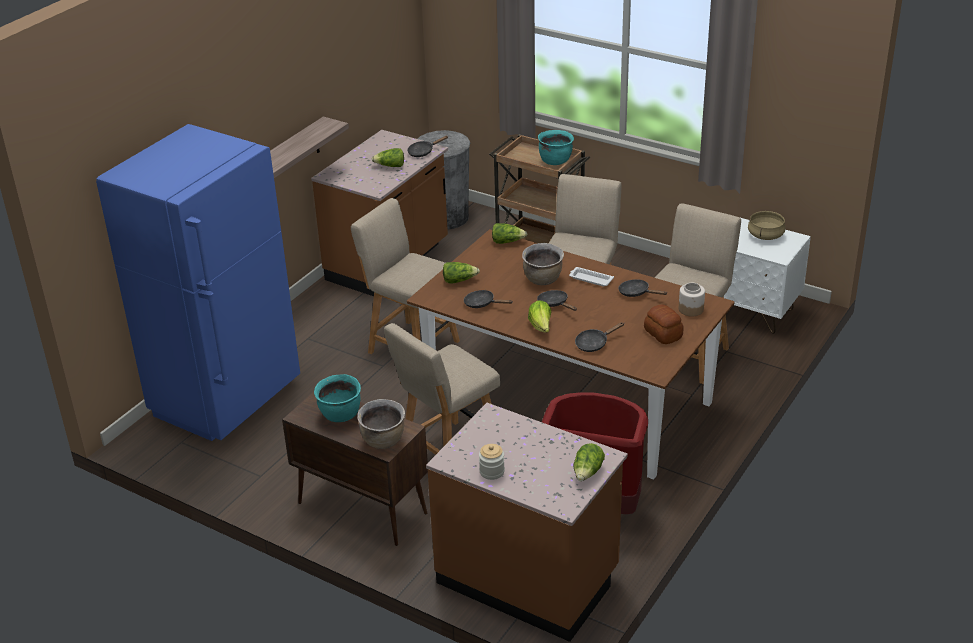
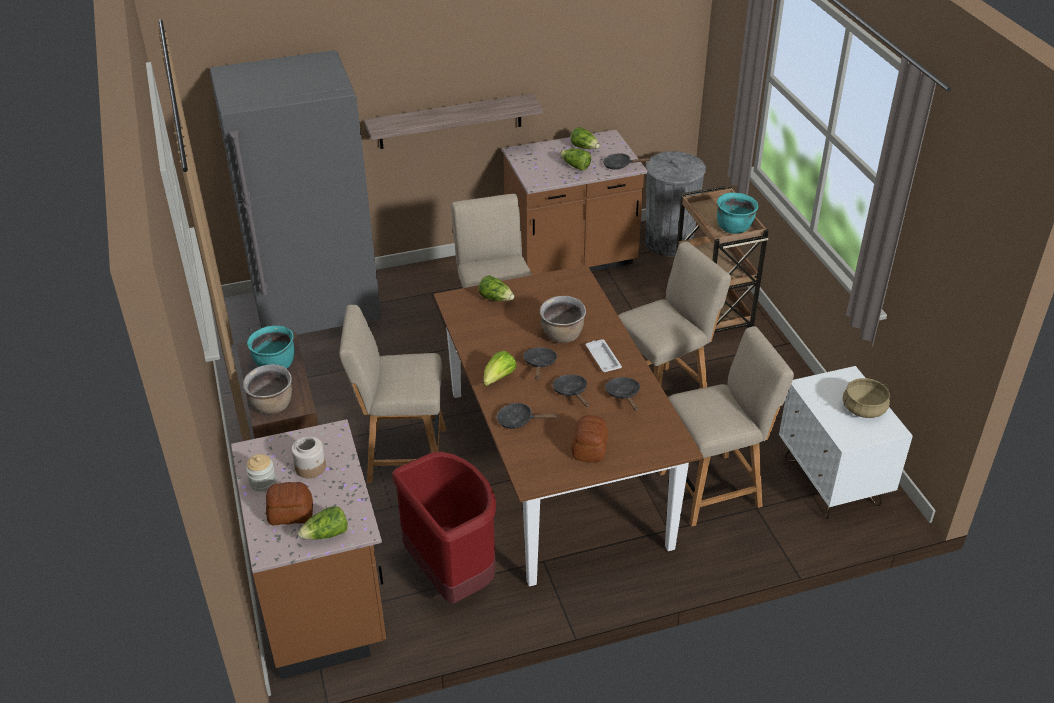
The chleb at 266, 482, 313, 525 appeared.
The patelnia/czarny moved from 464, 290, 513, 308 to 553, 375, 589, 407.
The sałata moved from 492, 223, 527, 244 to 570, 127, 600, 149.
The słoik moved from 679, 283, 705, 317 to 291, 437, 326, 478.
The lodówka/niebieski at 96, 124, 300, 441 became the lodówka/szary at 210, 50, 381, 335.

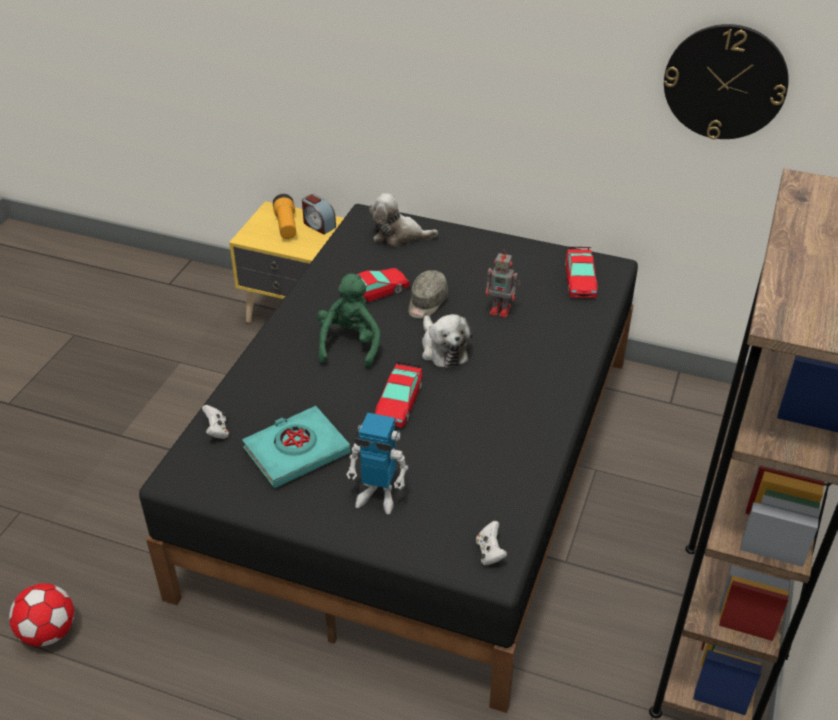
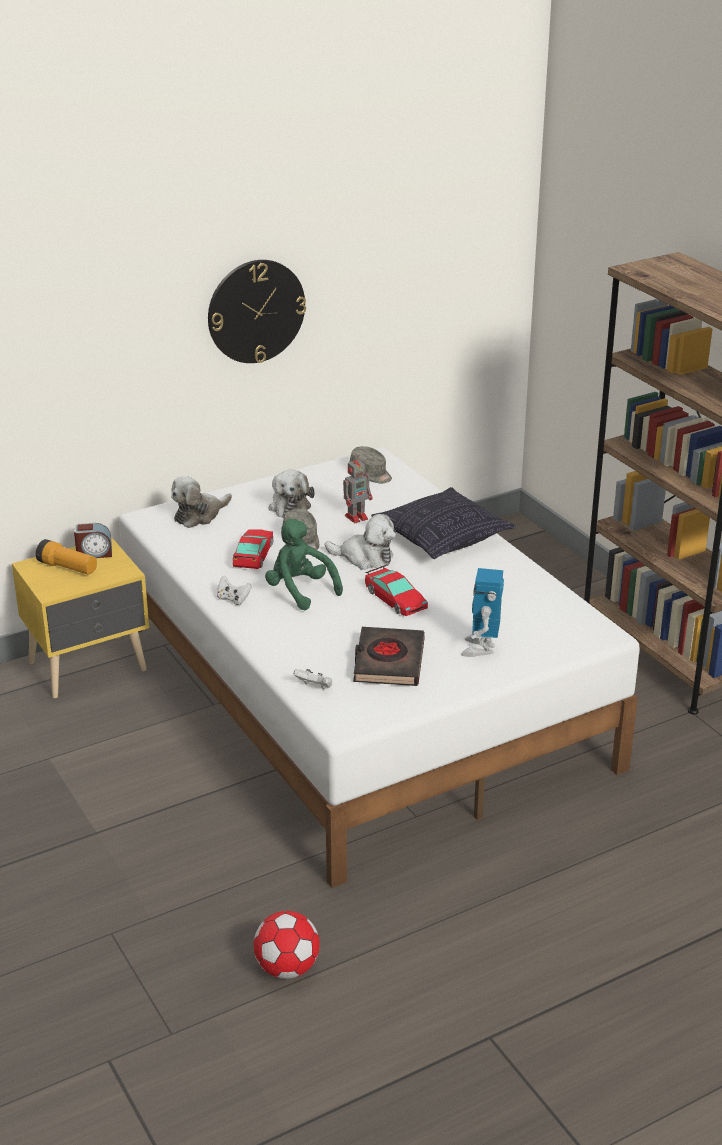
The pluszak at 268, 470, 315, 518 appeared.
The poduszka at 371, 487, 515, 559 appeared.
The pad do gier/biały moved from 476, 521, 507, 565 to 217, 575, 252, 605.
The zegar ścienny moved from 664, 24, 789, 139 to 208, 260, 306, 363.
The samochodzik at 565, 247, 598, 298 was replaced by the czapka z daszkiem/szary at 350, 446, 392, 483.
The łóżko/czarny at 139, 204, 638, 713 became the łóżko/biały at 119, 447, 640, 888.
The książka/turkusowy at 242, 406, 350, 488 became the książka/czarny at 353, 627, 425, 686.
The robot zabawkowy at 346, 413, 408, 514 turned 135 degrees clockwise.

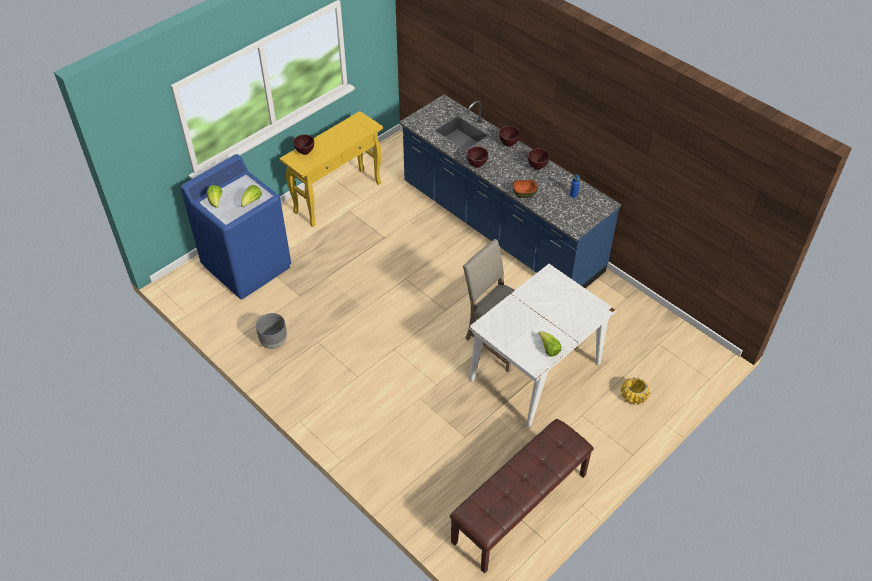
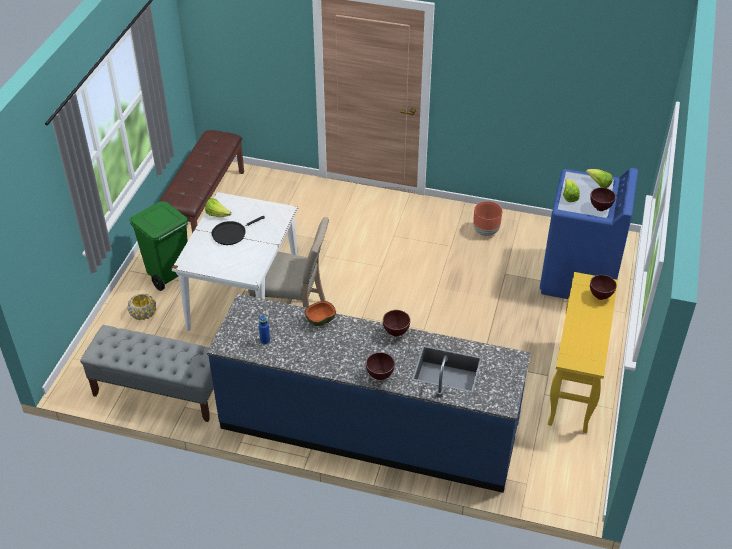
The ławka/szary at 80, 325, 214, 422 appeared.
The kosz na śmieci/zielony at 129, 201, 188, 291 appeared.
The patelnia/czarny at 212, 216, 265, 245 appeared.
The miska/brązowy moved from 528, 149, 550, 170 to 590, 187, 616, 211.
The donica/szary at 256, 313, 287, 349 became the donica/brązowy at 473, 201, 502, 236.

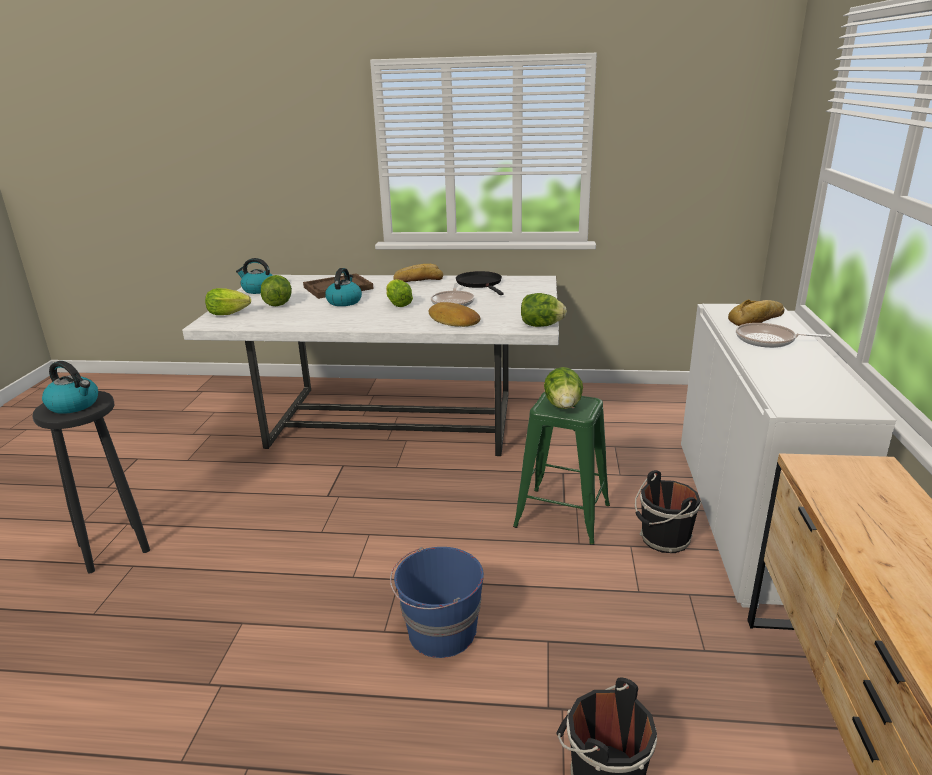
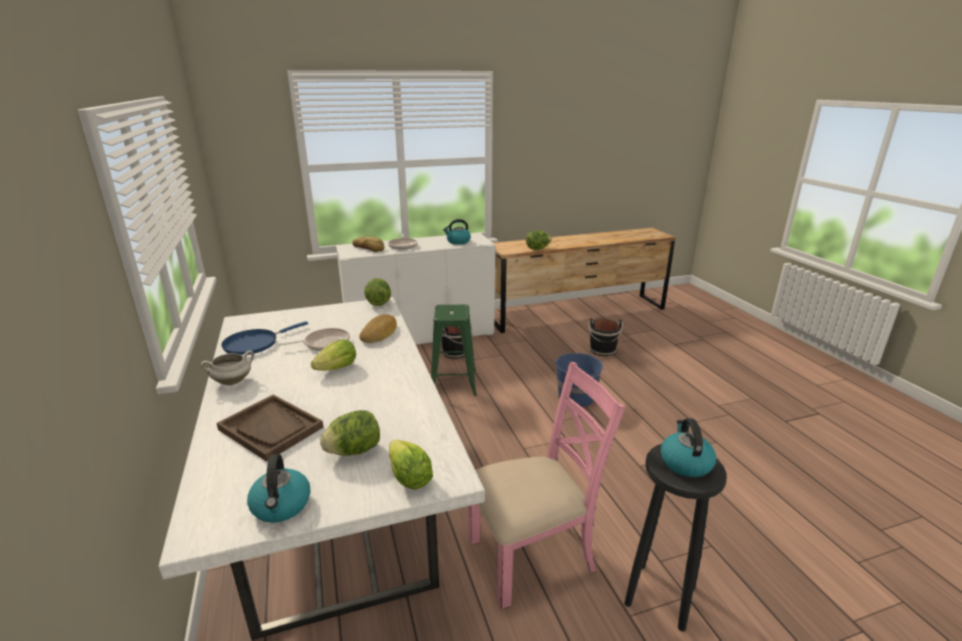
The krzesło/różowy at 468, 362, 625, 609 appeared.
The czajnik moved from 325, 268, 362, 306 to 443, 219, 471, 245.
The sałata moved from 544, 367, 583, 409 to 526, 230, 552, 250.
The chleb at 393, 264, 443, 282 was replaced by the garnek/biały at 201, 351, 254, 386.
The patelnia/czarny at 456, 271, 504, 295 became the patelnia/niebieski at 221, 321, 308, 355.

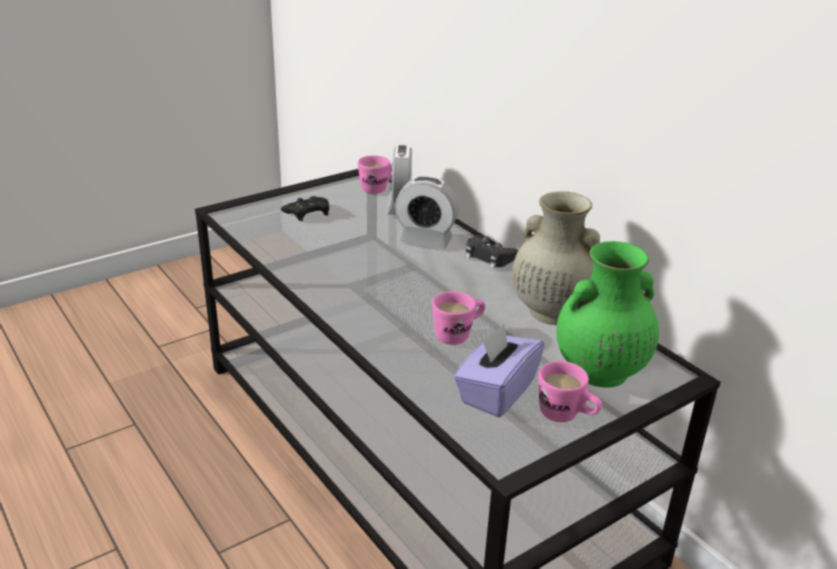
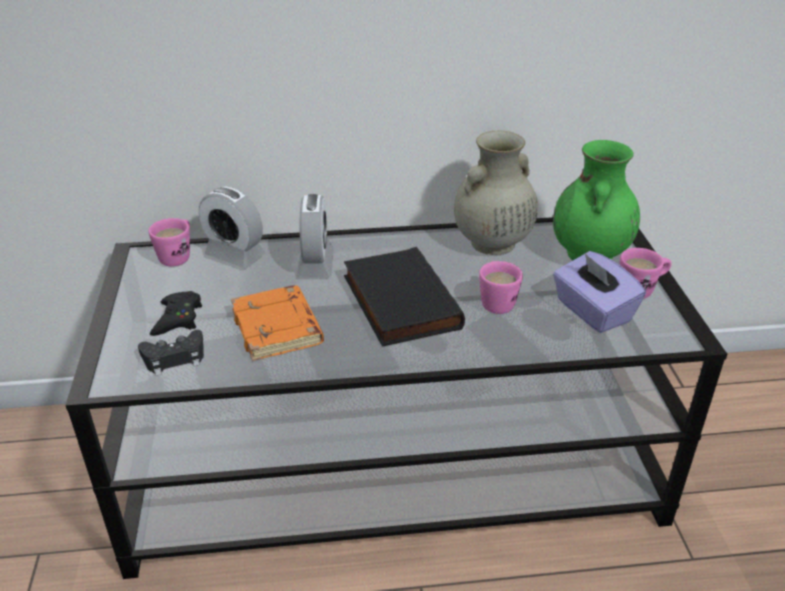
The książka/pomarańczowy at 231, 285, 324, 361 appeared.
The książka/czarny at 344, 247, 465, 347 appeared.
The pad do gier/czarny moved from 465, 235, 518, 269 to 138, 330, 204, 376.
The budzik at 395, 176, 459, 249 turned 45 degrees counterclockwise.

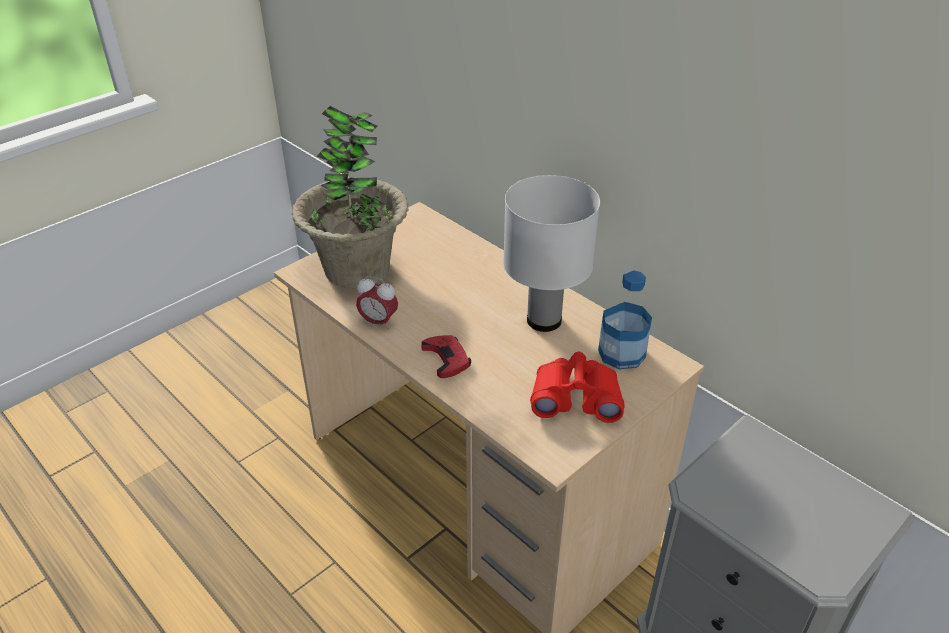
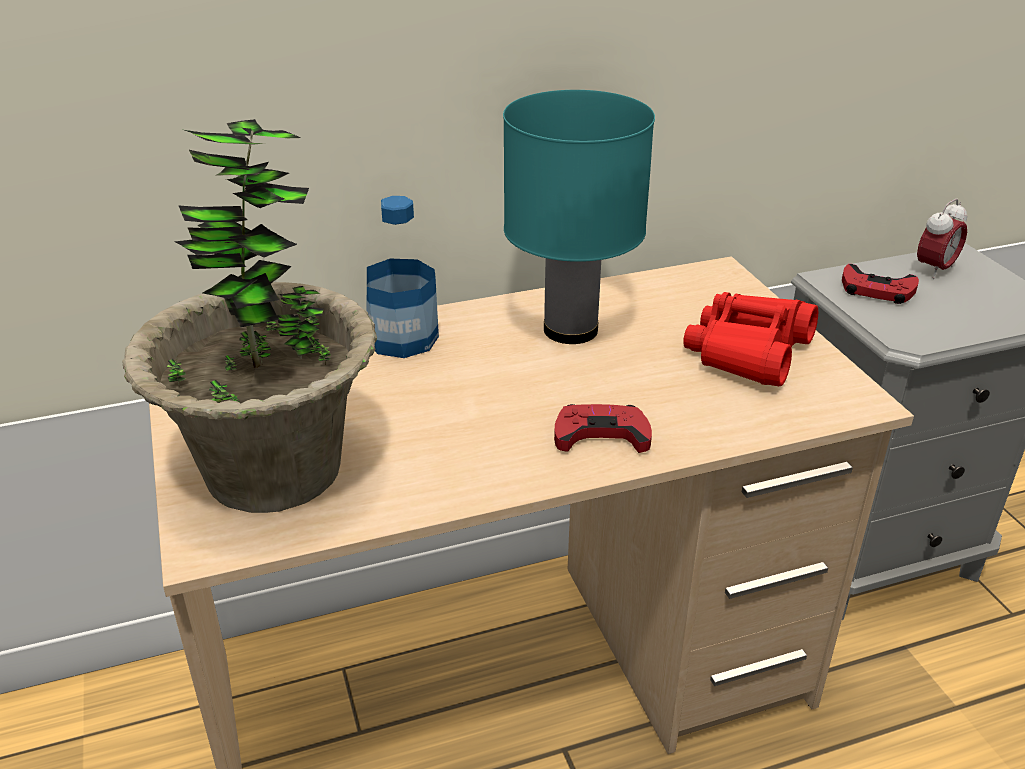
The pad do gier/czerwony at 842, 264, 919, 304 appeared.
The budzik moved from 356, 276, 398, 330 to 917, 199, 968, 279.
The butelka moved from 598, 270, 652, 370 to 367, 196, 439, 358.
The lampa stołowa/biały at 503, 175, 600, 332 became the lampa stołowa/turkusowy at 503, 90, 655, 344.

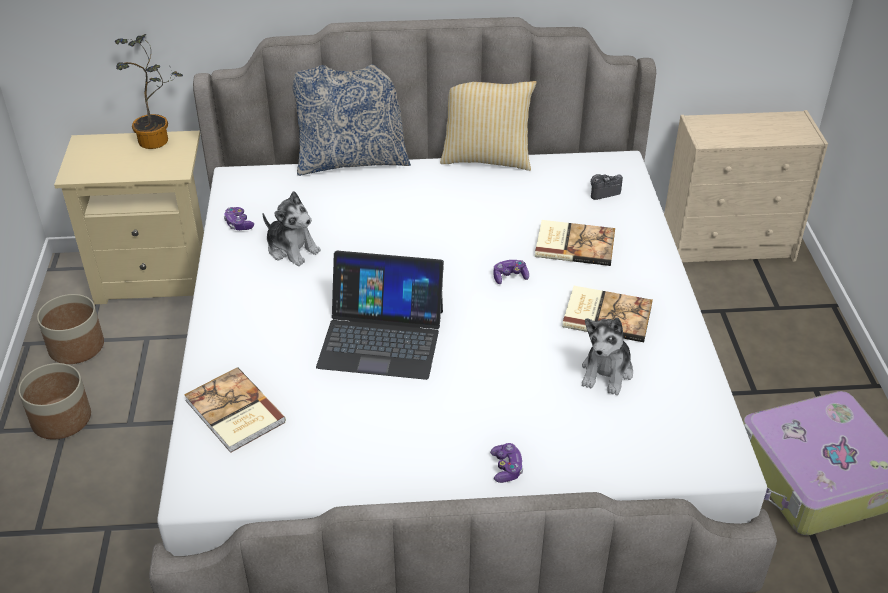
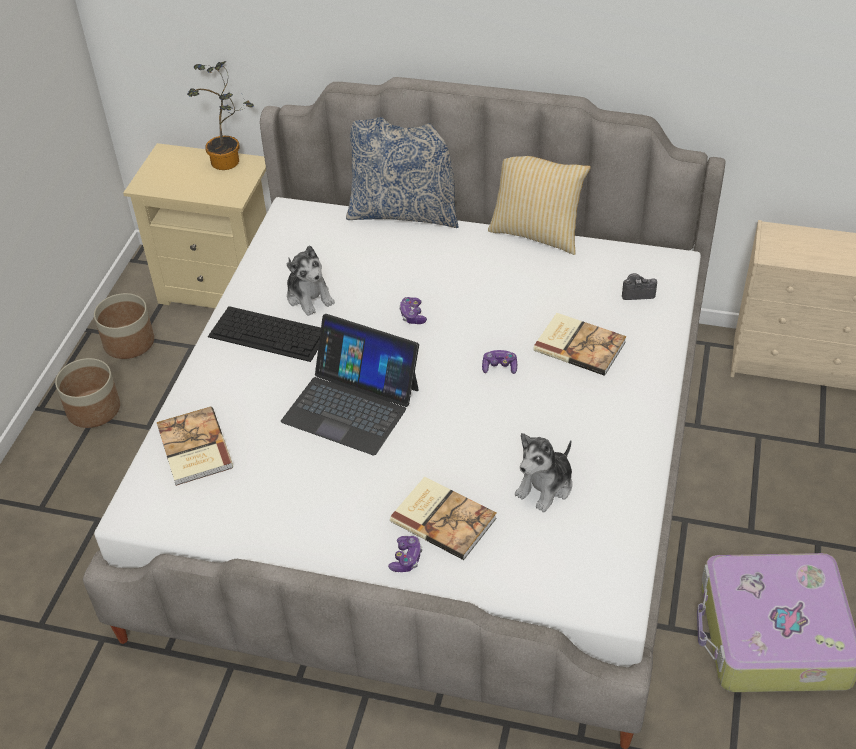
The klawiatura at 208, 306, 321, 362 appeared.
The pad do gier moved from 224, 207, 254, 230 to 399, 297, 427, 324.
The książka moved from 562, 286, 653, 342 to 390, 477, 497, 560.

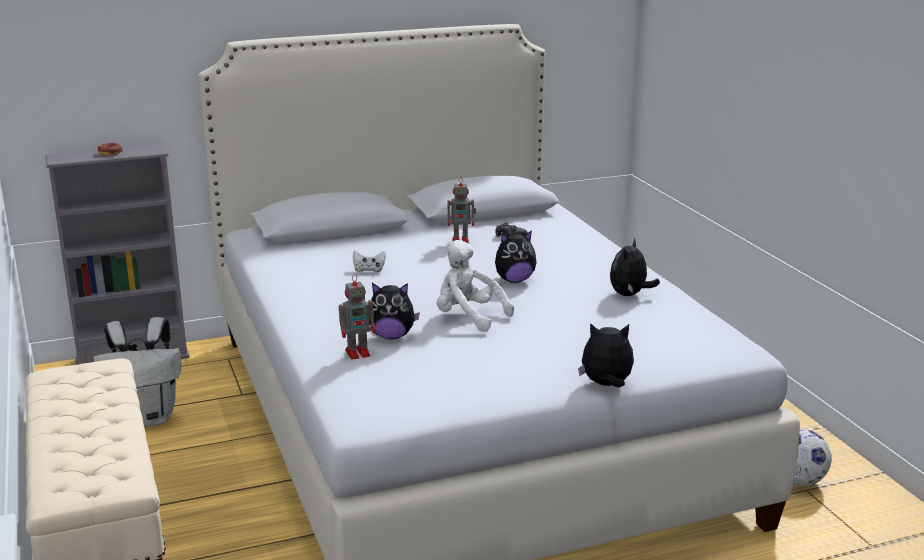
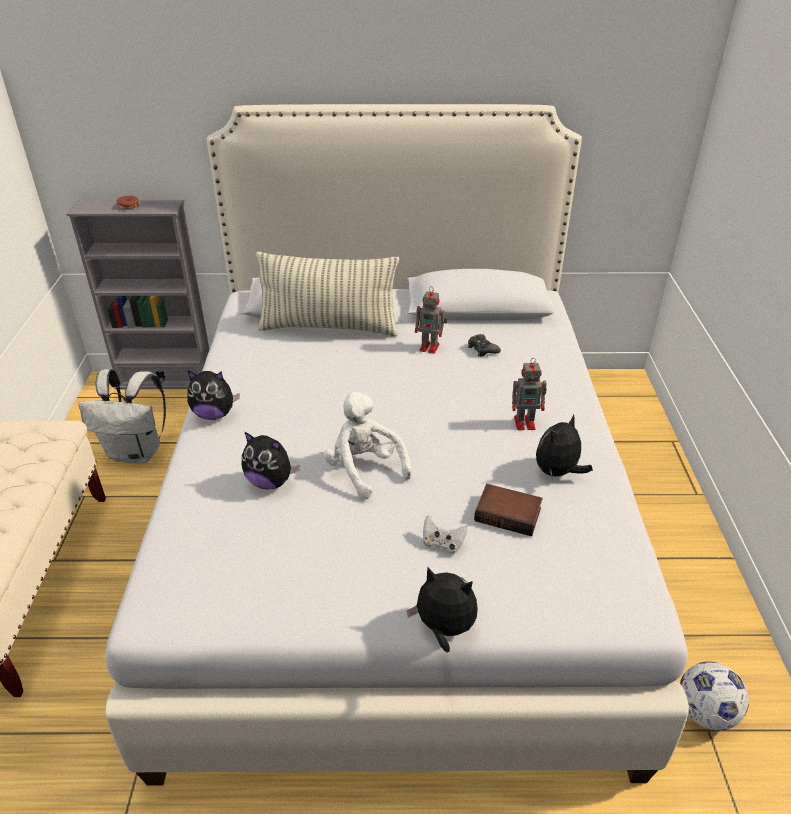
The poduszka at 256, 252, 399, 337 appeared.
The książka at 474, 484, 543, 536 appeared.
The robot zabawkowy moved from 339, 275, 376, 360 to 512, 358, 547, 430.
The pad do gier/biały moved from 353, 250, 386, 272 to 423, 515, 467, 554.
The pluszak moved from 495, 230, 537, 283 to 187, 370, 240, 420.

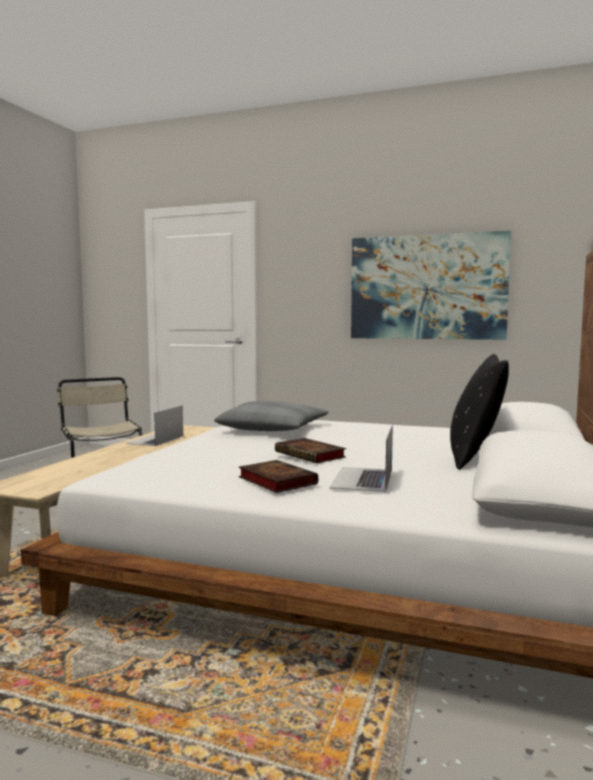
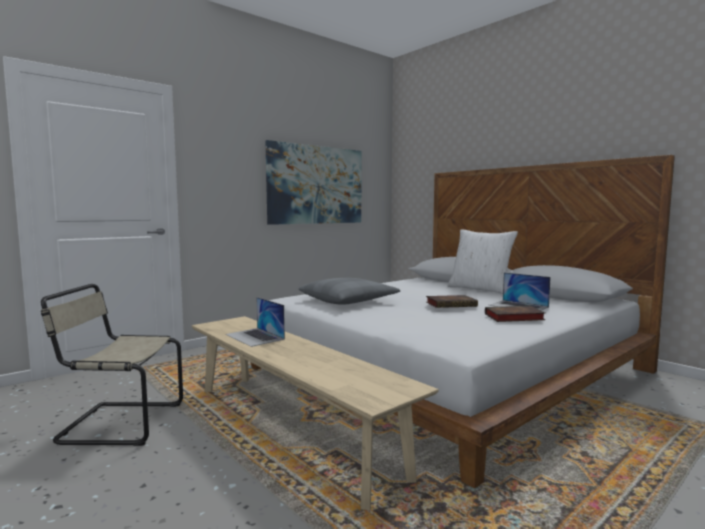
The poduszka/czarny at 450, 354, 509, 470 became the poduszka/biały at 448, 229, 518, 294.

